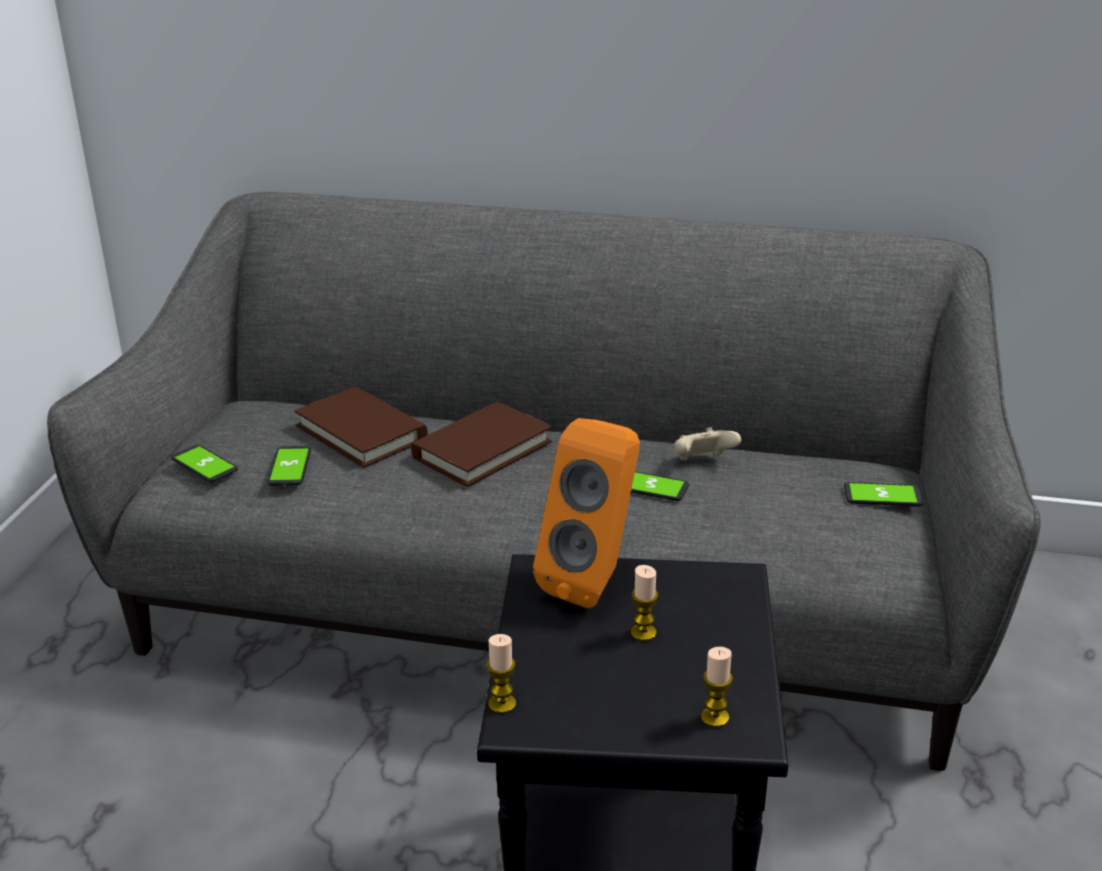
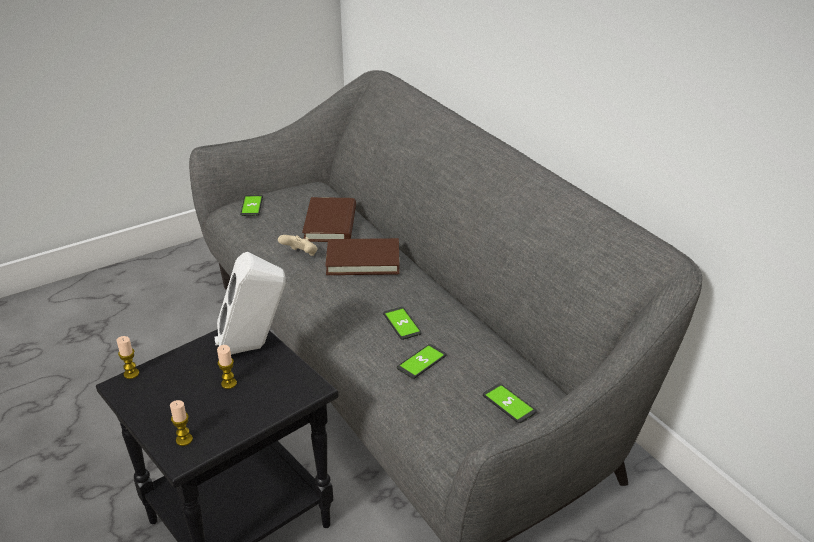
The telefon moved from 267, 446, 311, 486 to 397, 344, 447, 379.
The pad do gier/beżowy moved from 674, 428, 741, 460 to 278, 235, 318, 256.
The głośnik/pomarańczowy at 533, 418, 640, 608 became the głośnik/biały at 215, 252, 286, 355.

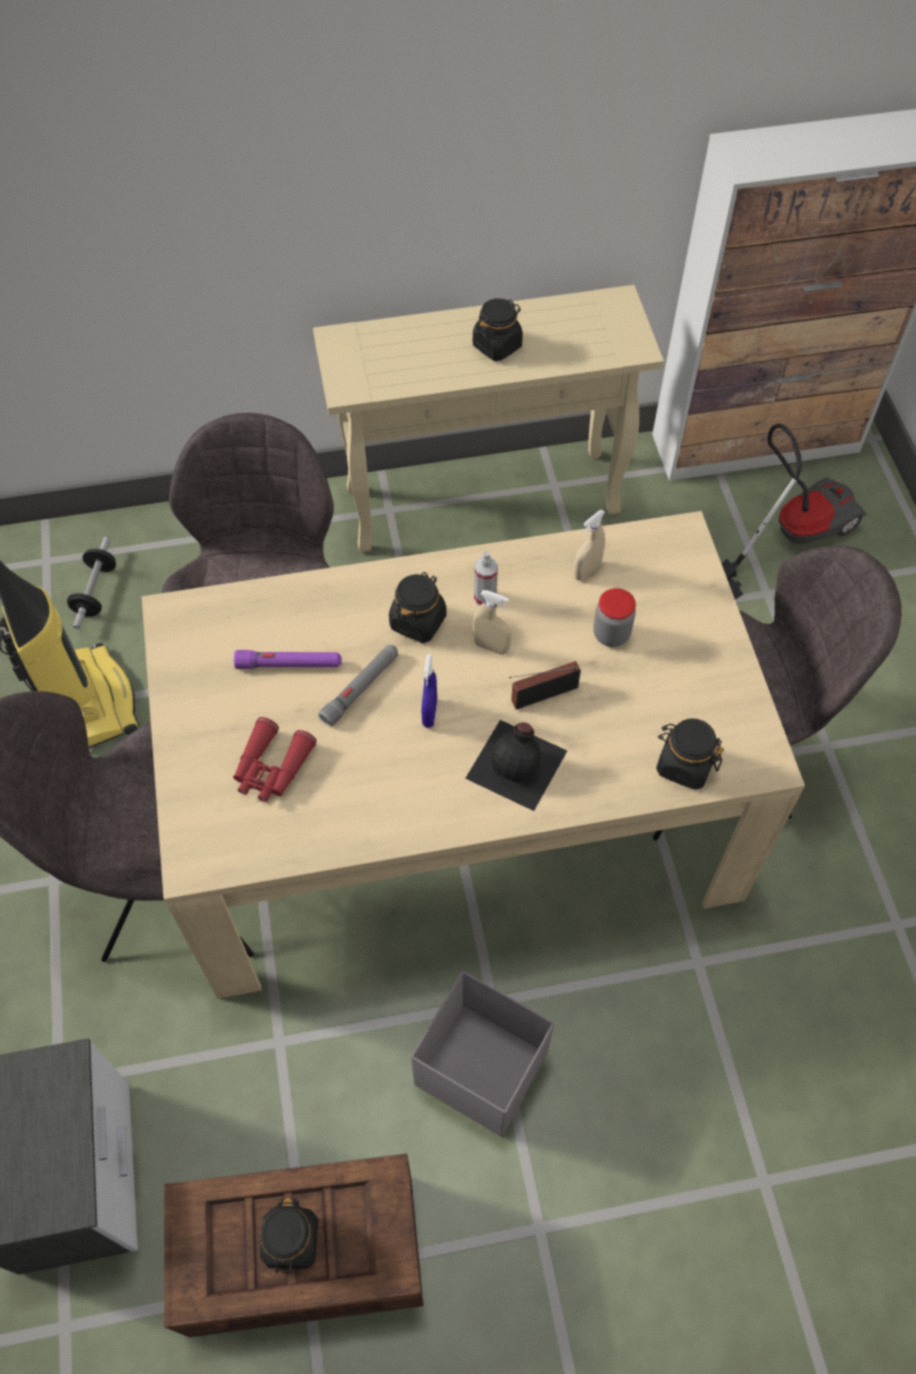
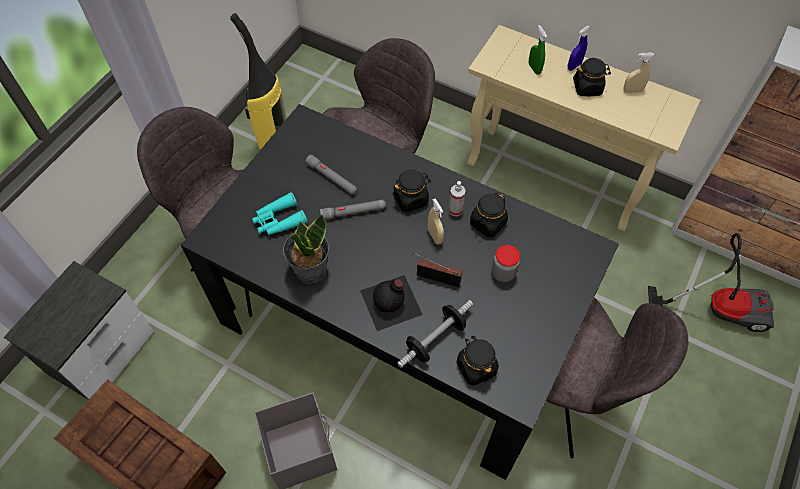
The roślina doniczkowa at 283, 214, 329, 284 appeared.
The spryskiwacz/zielony at 529, 25, 547, 75 appeared.
The hantel moved from 67, 537, 116, 629 to 397, 300, 473, 368.
The słoik/czarny moved from 260, 1198, 318, 1274 to 470, 192, 508, 237.
The spryskiwacz/niebieski moved from 422, 654, 437, 728 to 568, 26, 590, 71.
The spryskiwacz/beżowy moved from 573, 510, 605, 580 to 623, 53, 654, 93.
The stół jadalny/beżowy at 142, 511, 805, 999 became the stół jadalny/czarny at 181, 104, 619, 480.
The lornetka/czerwony at 233, 717, 317, 802 became the lornetka/turkusowy at 252, 192, 307, 236.
The latarka/fioletowy at 234, 650, 342, 669 became the latarka/szary at 305, 155, 357, 195.

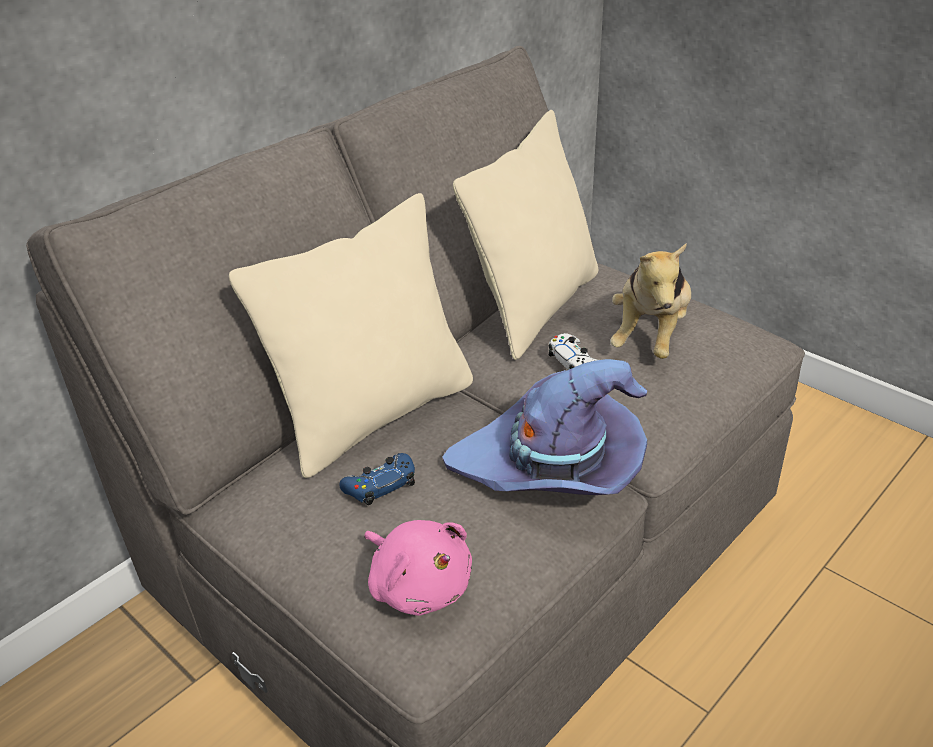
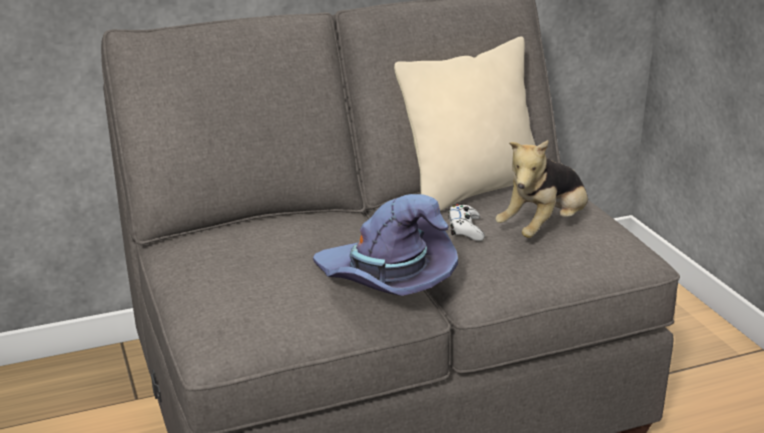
The poduszka/beżowy at 229, 193, 473, 478 disappeared.
The pad do gier/niebieski at 339, 453, 415, 506 disappeared.
The pluszak/różowy at 364, 520, 472, 616 disappeared.

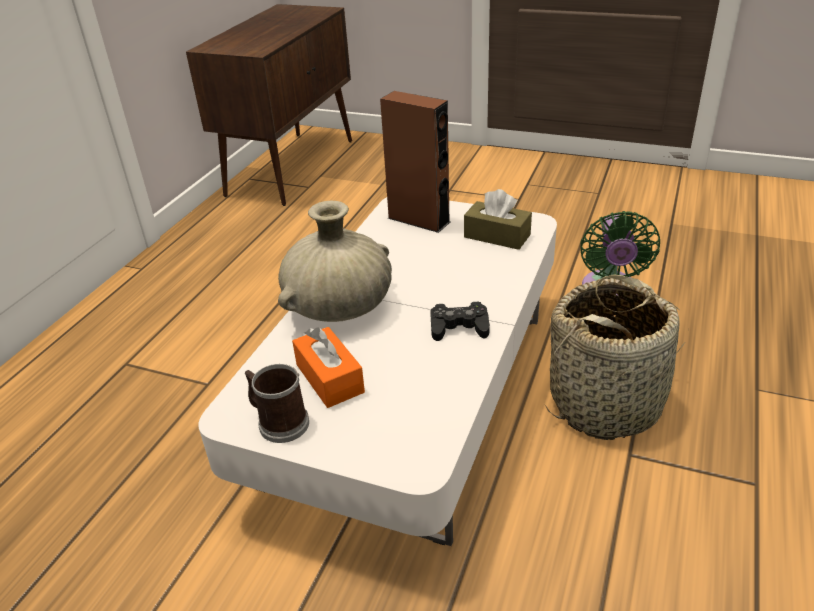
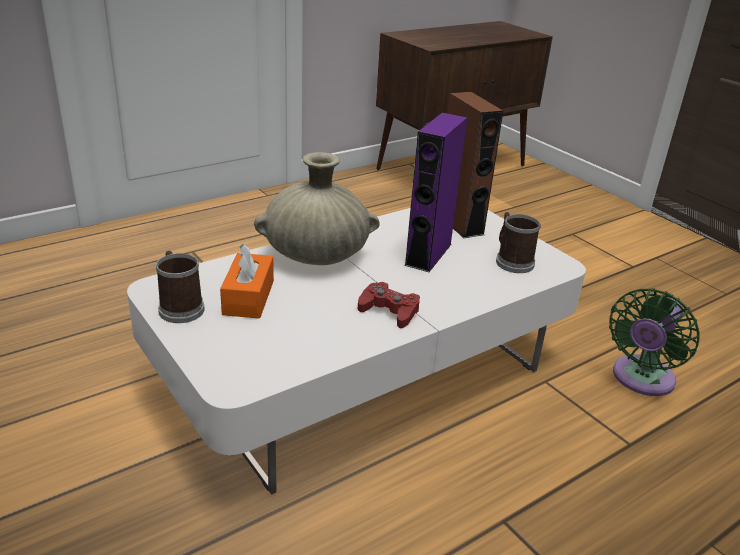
The koszyk at 545, 274, 685, 440 disappeared.
The głośnik/fioletowy at 404, 113, 467, 272 appeared.
The pudełko chusteczek/brązowy at 464, 189, 532, 250 was replaced by the kubek at 496, 212, 541, 273.
The pad do gier/czarny at 430, 302, 490, 341 became the pad do gier/czerwony at 358, 282, 420, 328.

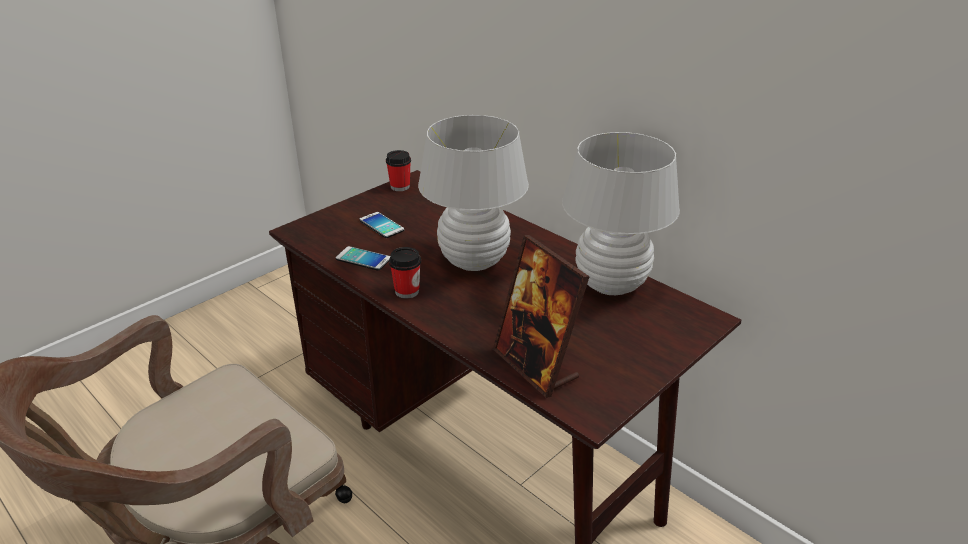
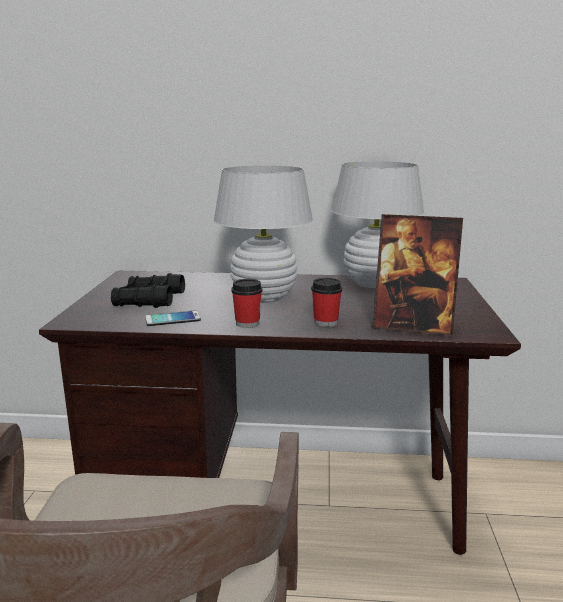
The filiżanka moved from 386, 150, 411, 191 to 311, 278, 342, 327.
The telefon at 359, 212, 404, 238 was replaced by the lornetka/czarny at 111, 273, 185, 308.

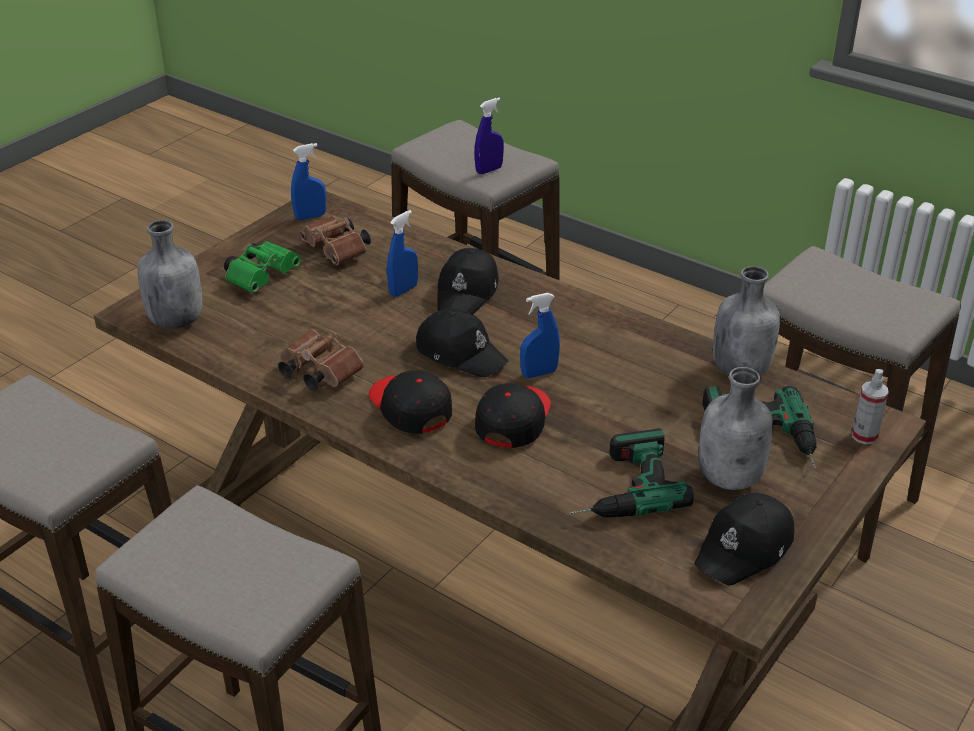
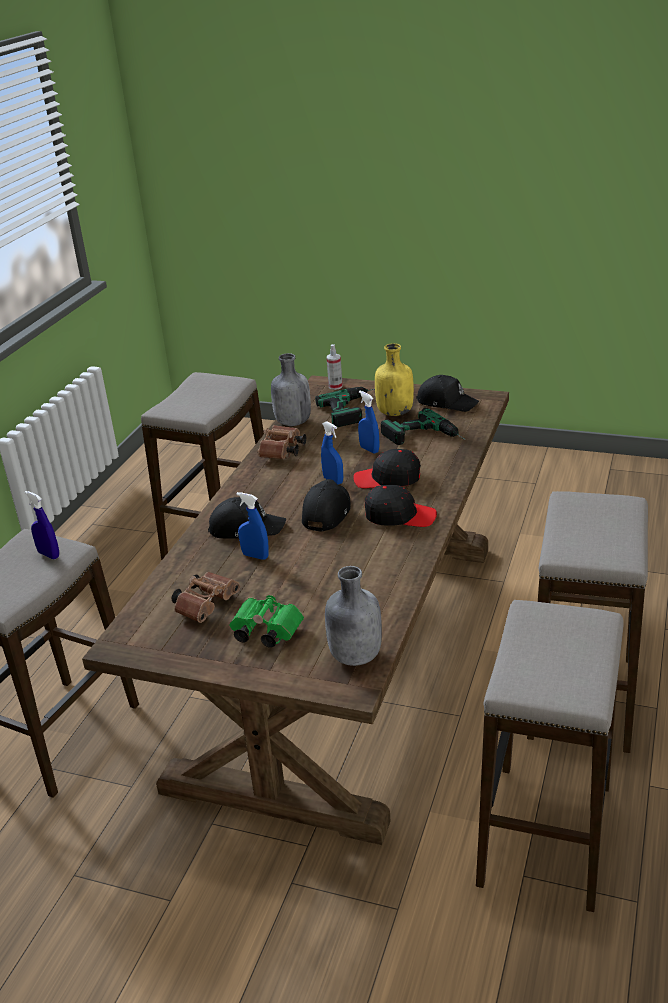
The lornetka/brązowy moved from 278, 329, 364, 390 to 258, 425, 306, 459.
The spryskiwacz/niebieski moved from 291, 143, 326, 220 to 358, 391, 379, 454.
The butelka/szary at 699, 367, 773, 490 became the butelka/żółty at 375, 343, 414, 416.
The czapka z daszkiem/czarny at 369, 370, 452, 434 turned 120 degrees counterclockwise.

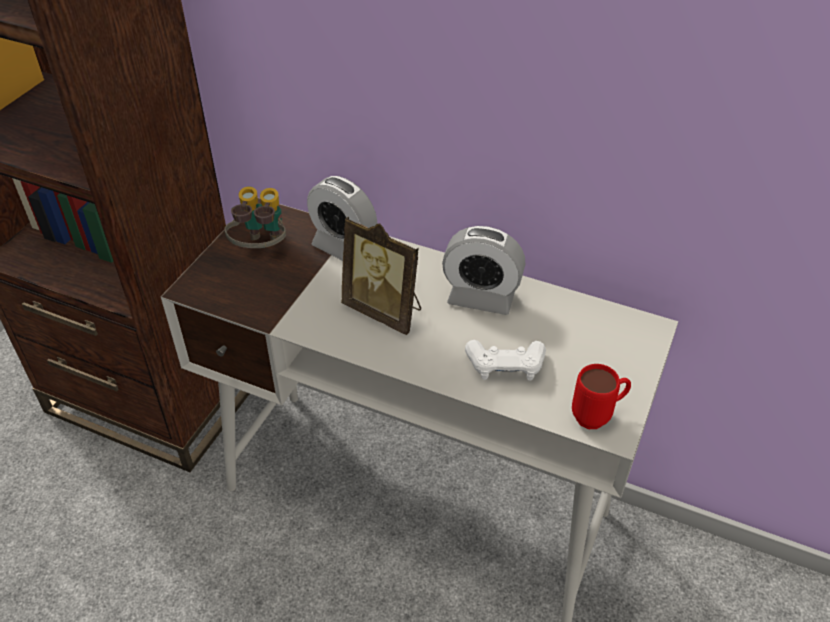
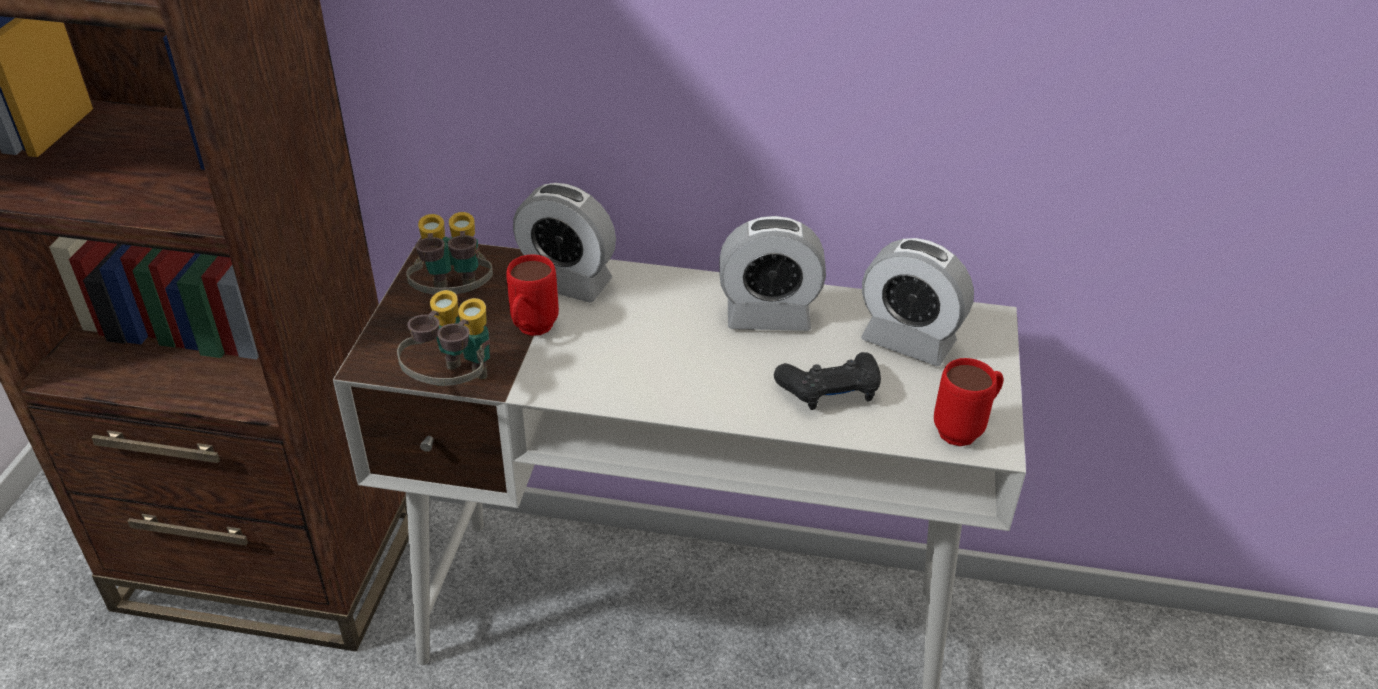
The ramka na zdjęcie at 341, 217, 421, 335 disappeared.
The lornetka at 397, 290, 490, 386 appeared.
The kubek/czerwony at 506, 254, 559, 336 appeared.
The budzik at 861, 238, 974, 366 appeared.
The pad do gier/biały at 465, 340, 546, 381 became the pad do gier/czarny at 774, 352, 881, 410.

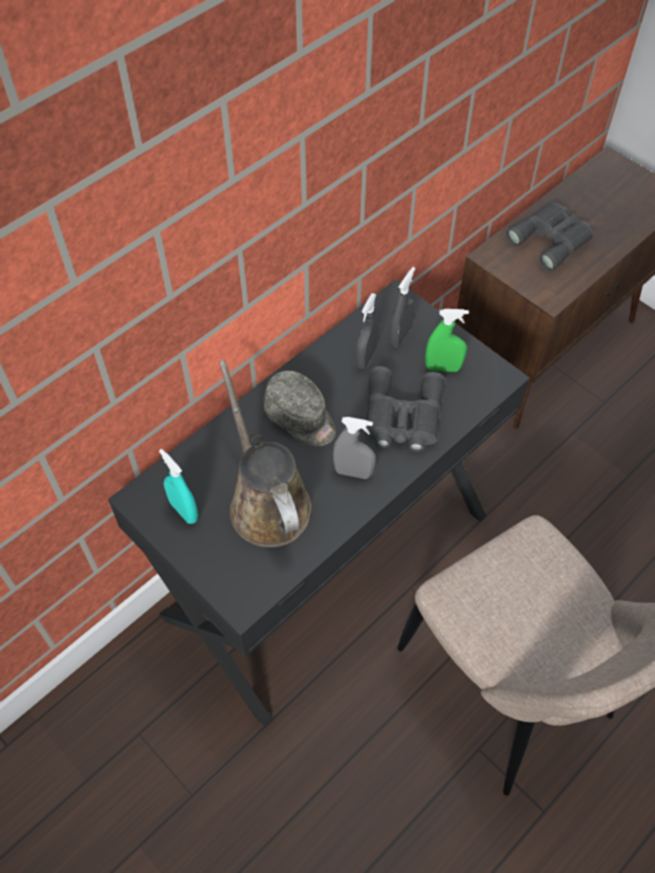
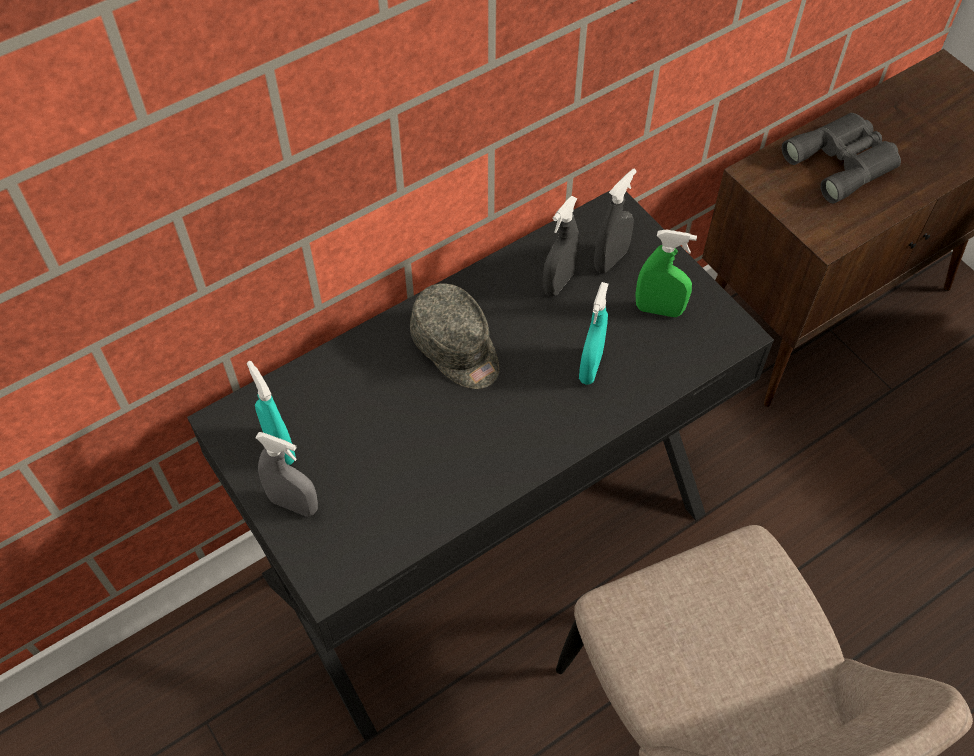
The konewka/brązowy at 219, 360, 312, 547 disappeared.
The spryskiwacz/szary moved from 333, 417, 376, 479 to 255, 432, 318, 517.
The lornetka/szary at 365, 366, 445, 452 was replaced by the spryskiwacz/turkusowy at 579, 282, 608, 385.

